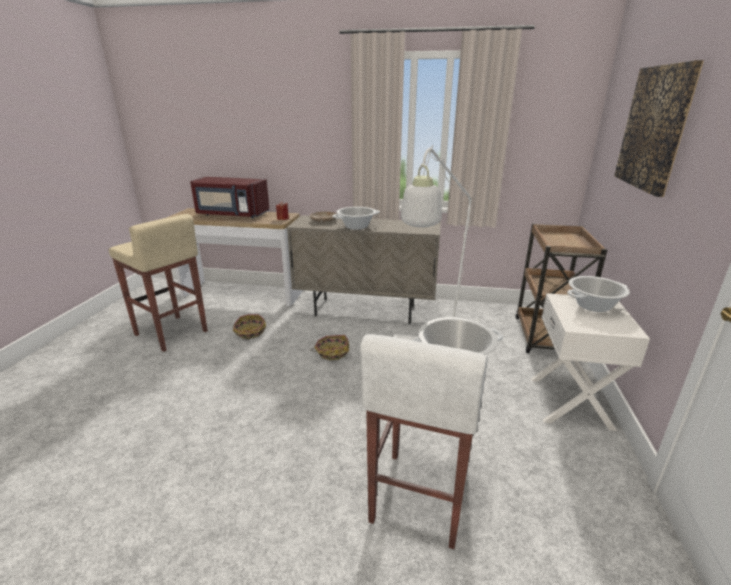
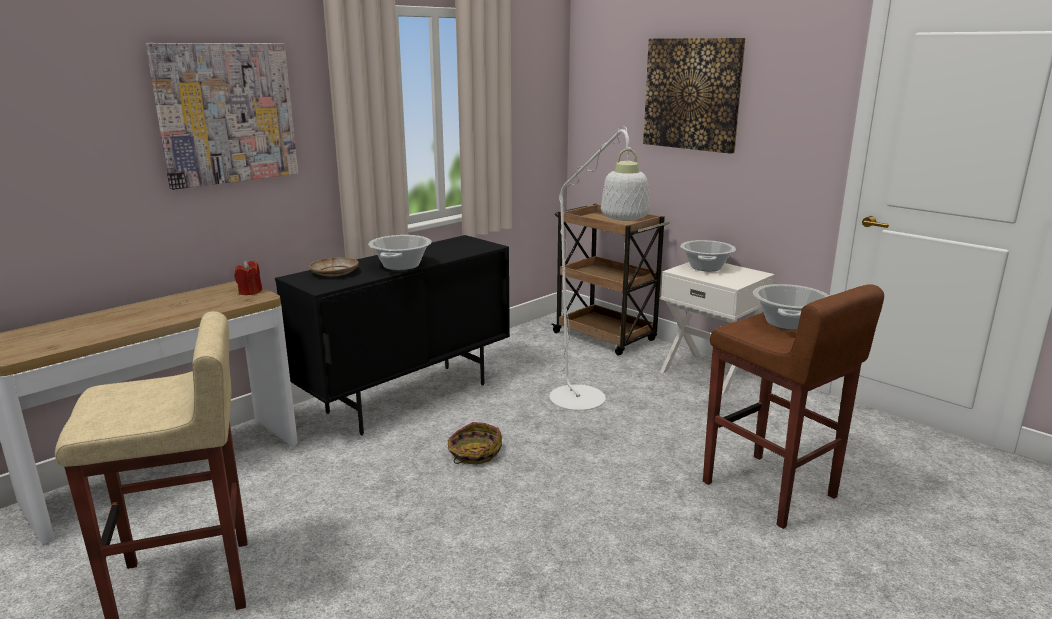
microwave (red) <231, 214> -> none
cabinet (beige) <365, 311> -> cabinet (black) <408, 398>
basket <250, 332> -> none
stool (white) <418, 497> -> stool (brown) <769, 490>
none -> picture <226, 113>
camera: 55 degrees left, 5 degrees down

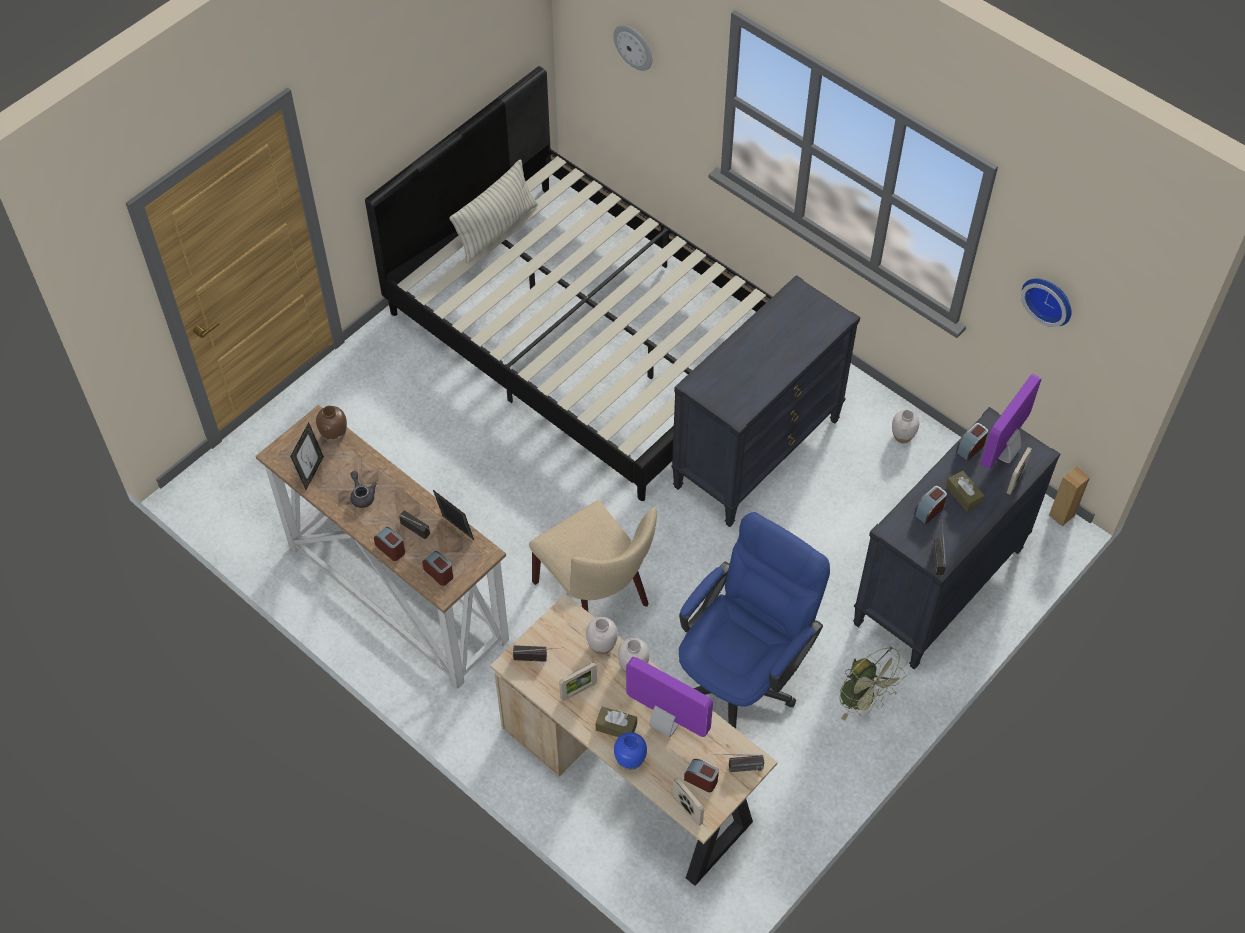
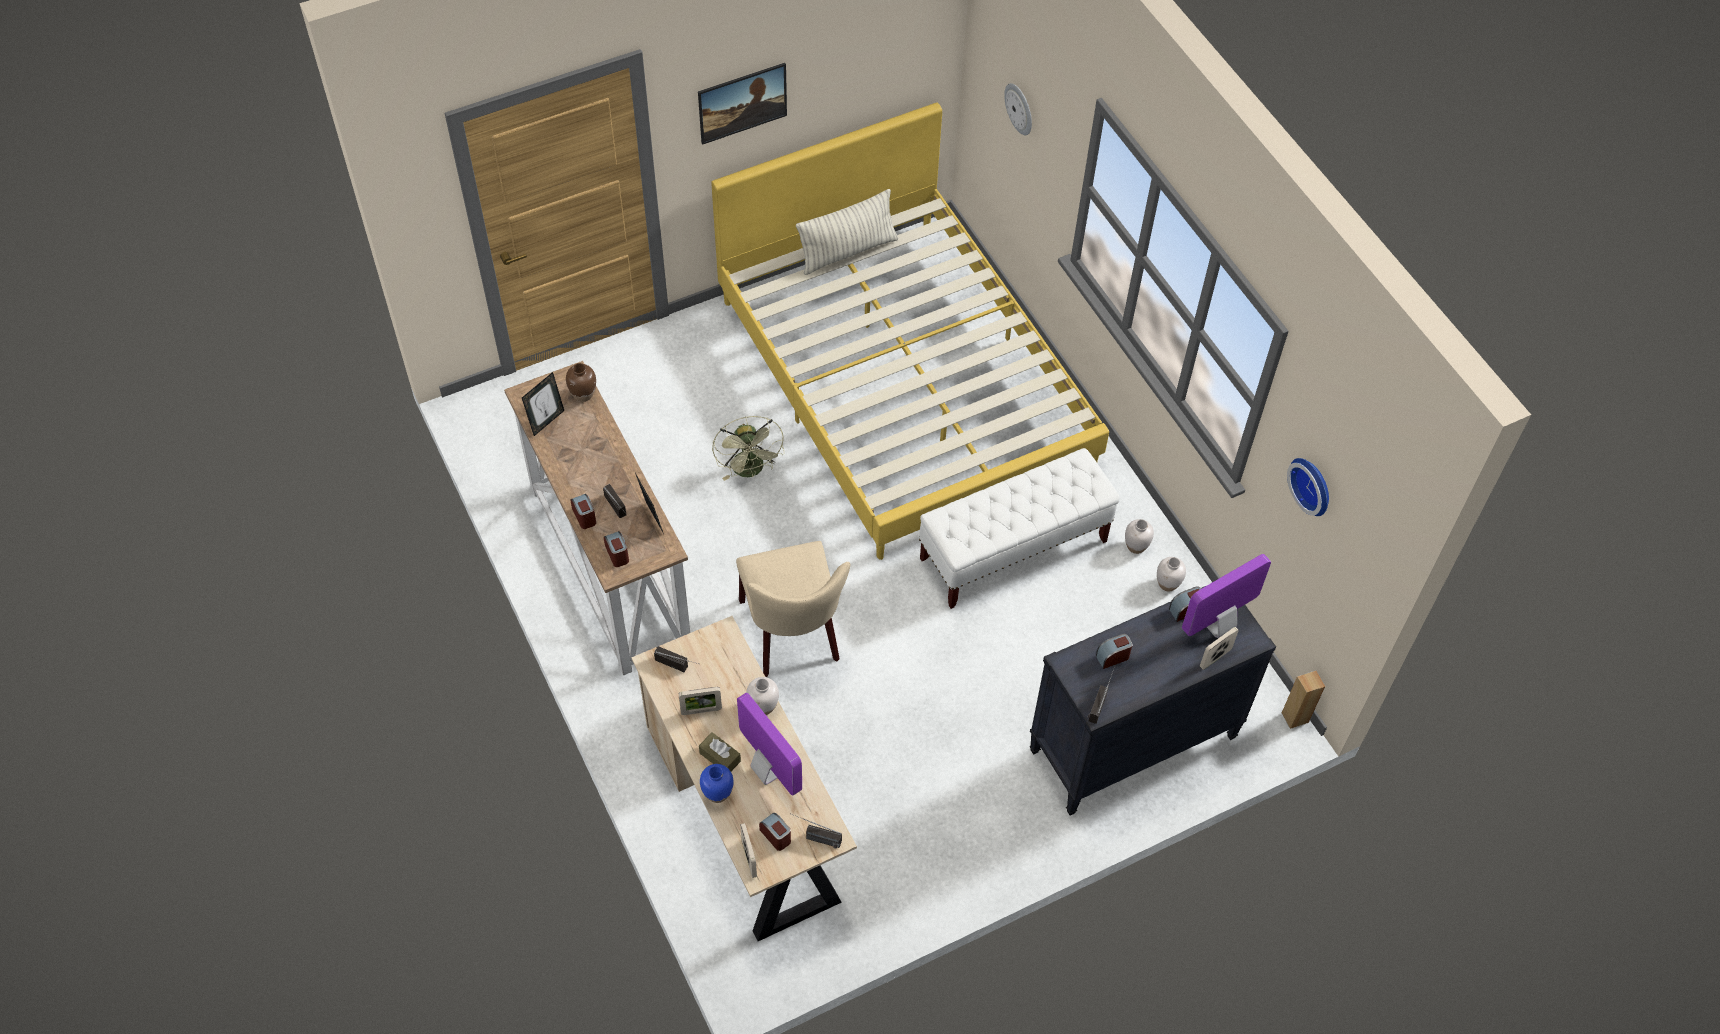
bed (black) <590, 333> -> bed (yellow) <905, 381>
dresser (black) <757, 452> -> bench (white) <1014, 550>
teapot (grey) <362, 495> -> none
tissue box (brown) <963, 495> -> none
office chair (blue) <742, 677> -> none
vase (white) <602, 646> -> vase (white) <1136, 546>, relocated
fan (green) <863, 700> -> fan (green) <750, 471>, relocated
none -> picture <743, 115>
camera: 20 degrees right, 0 degrees up

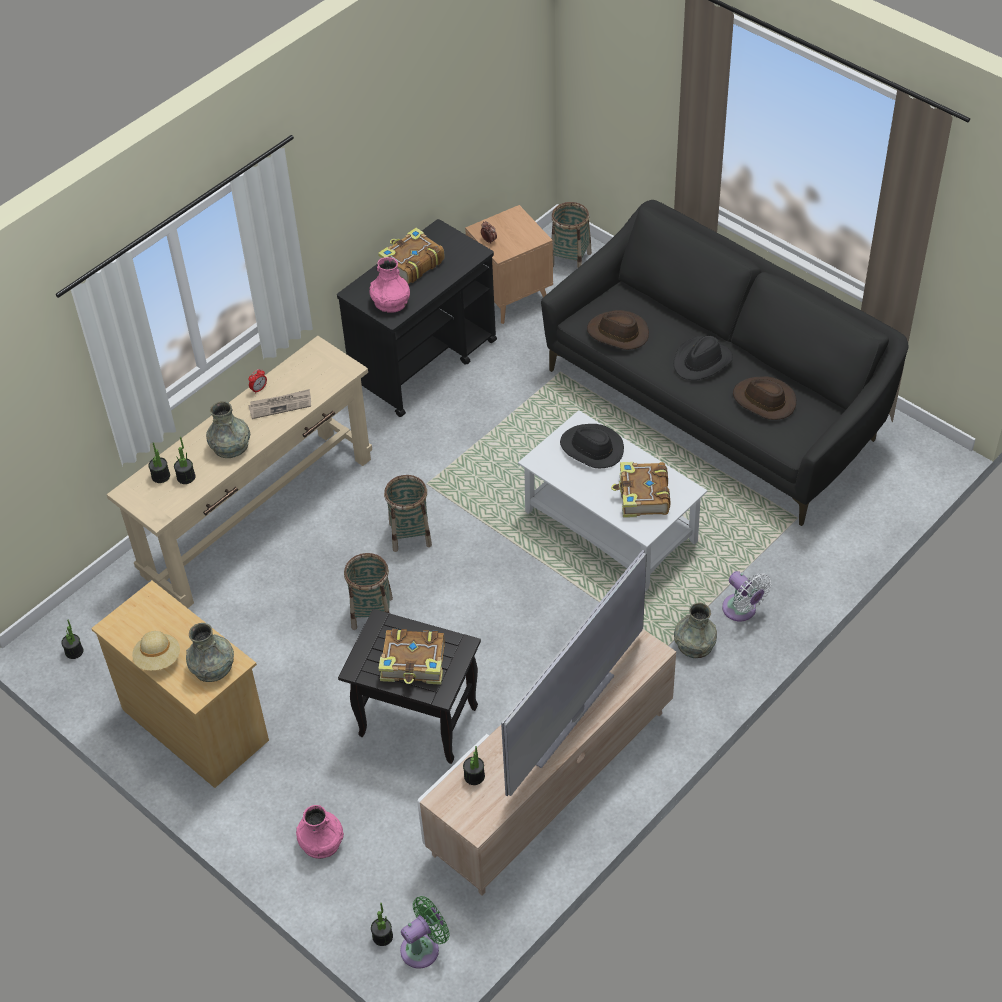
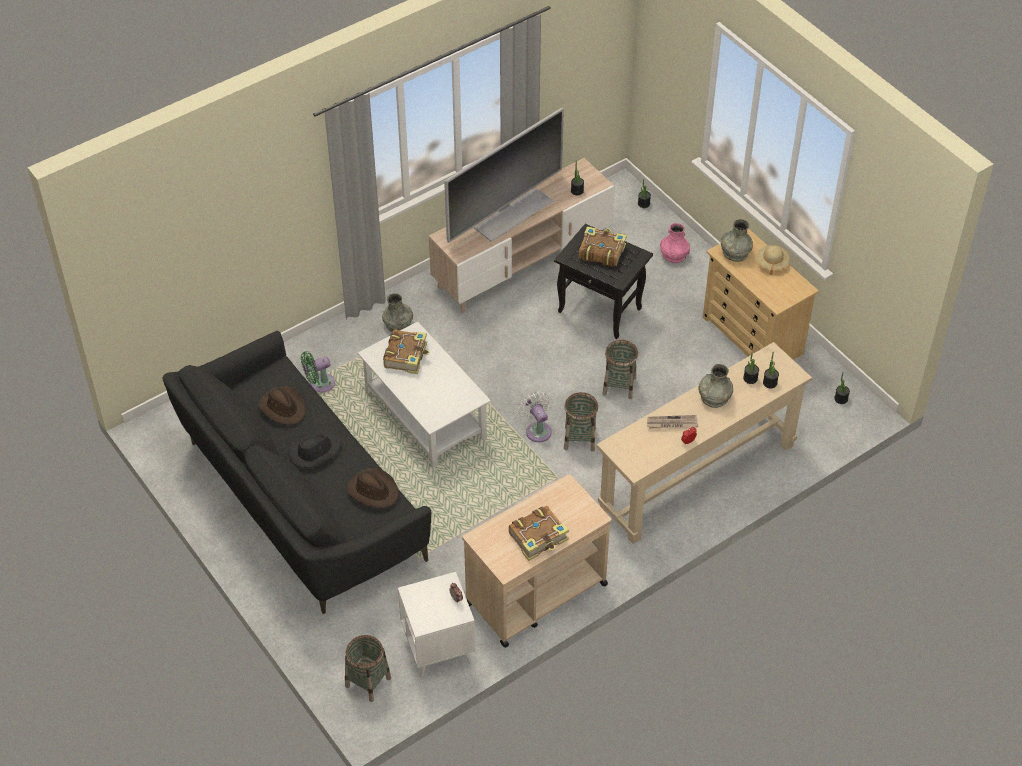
side table (brown) <511, 297> -> side table (white) <438, 648>
cart (black) <424, 362> -> cart (beige) <535, 594>
vase (pink) <391, 302> -> none
hat (black) <591, 449> -> none
fan (white) <742, 610> -> fan (white) <537, 430>, relocated
fan (green) <423, 948> -> fan (green) <319, 384>, relocated
camera: 170 degrees left, 0 degrees up

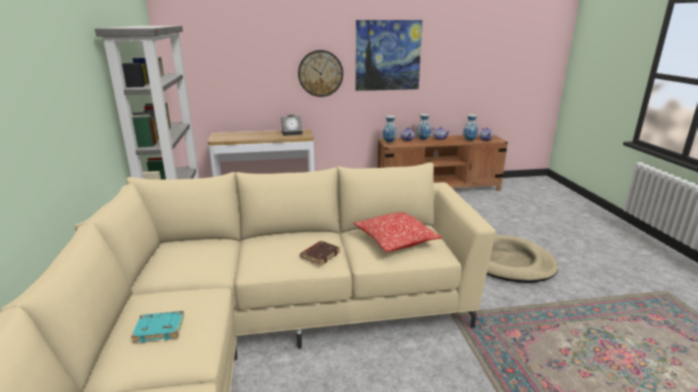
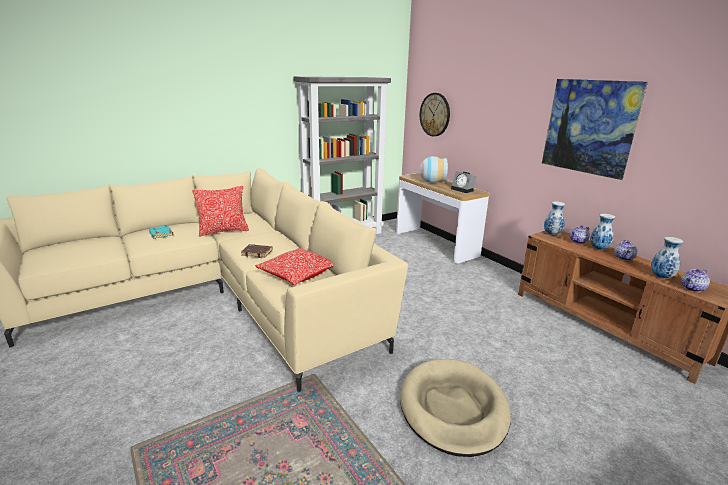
wall clock <320, 73> -> wall clock <435, 114>, relocated
none -> vase <432, 182>
none -> pillow <223, 231>
camera: 65 degrees right, 0 degrees up

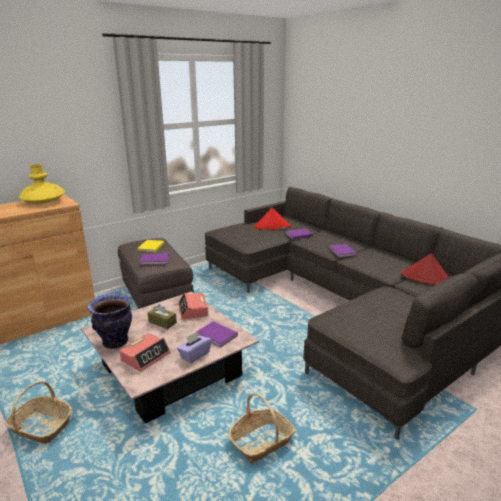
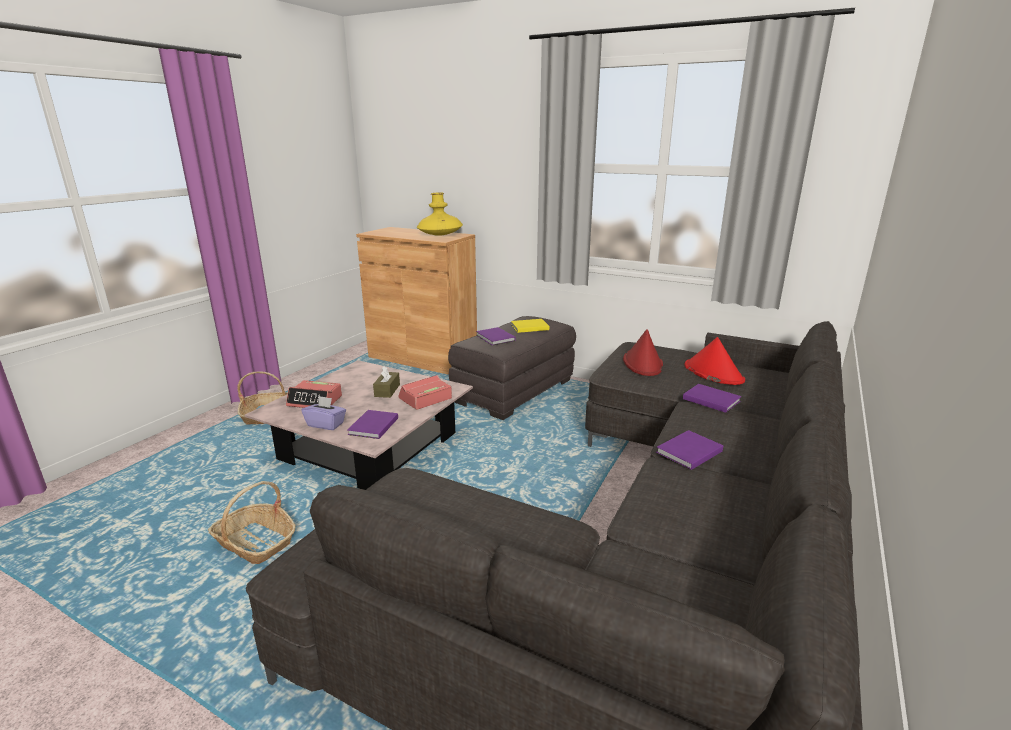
hat (red) <426, 278> -> hat (red) <643, 363>, relocated
vase <115, 342> -> none
camera: 65 degrees right, 0 degrees up

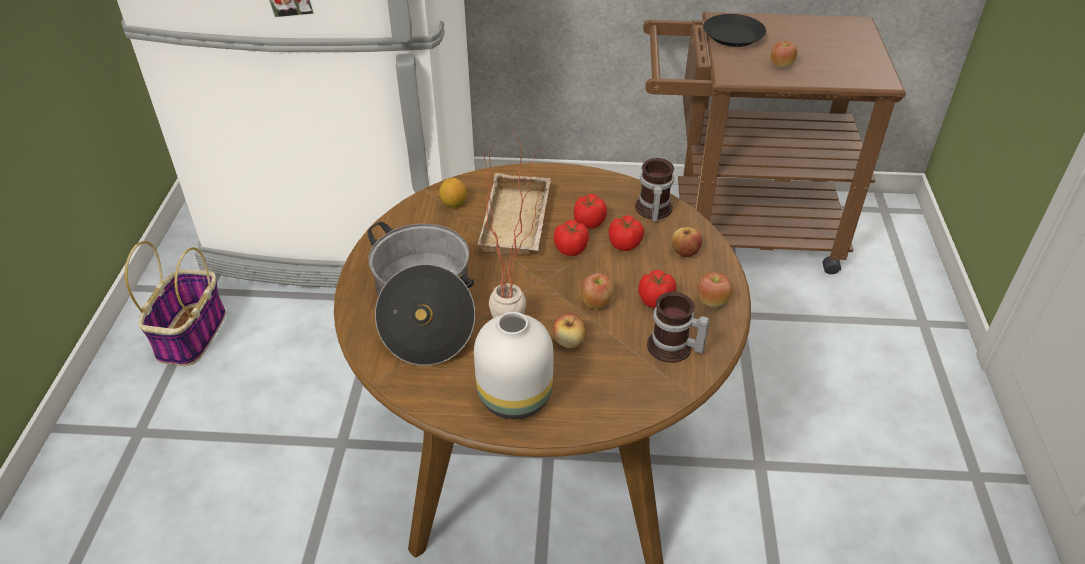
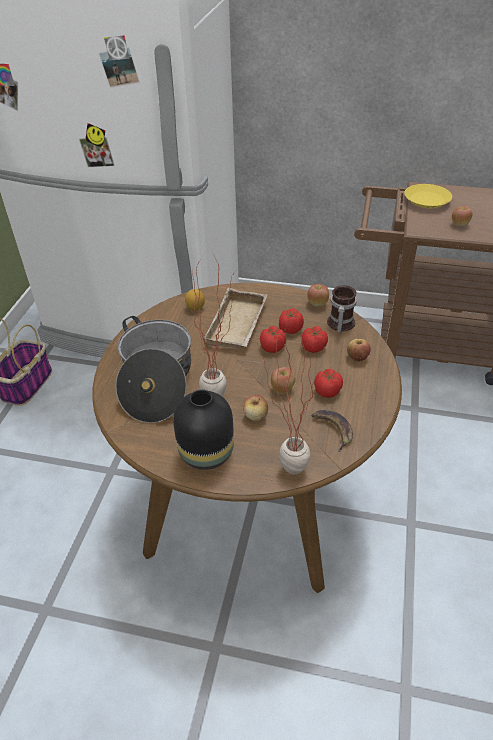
plate (black) <733, 35> -> plate (yellow) <427, 200>
apple <712, 302> -> apple <317, 304>, relocated
mug <673, 349> -> banana <332, 430>
vase (white) <513, 396> -> vase (black) <205, 452>
none -> potted plant <284, 466>
camera: 10 degrees right, 0 degrees up

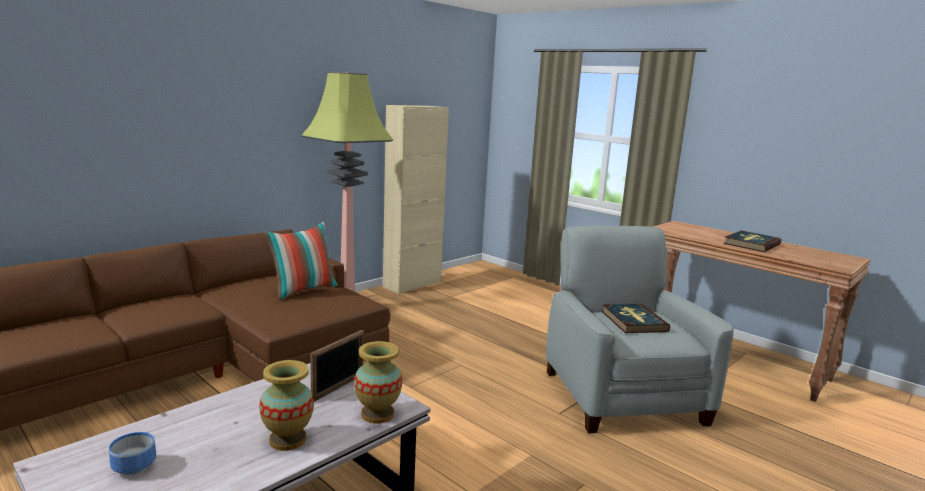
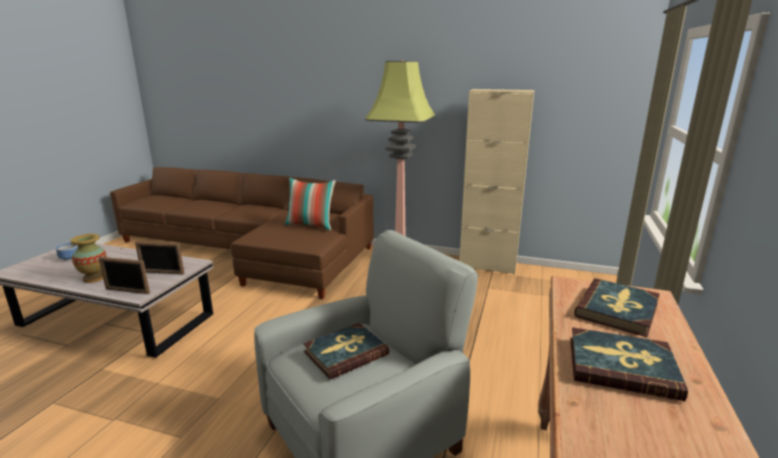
vase <377, 414> -> picture frame <127, 291>
none -> book <617, 310>
camera: 65 degrees right, 5 degrees up

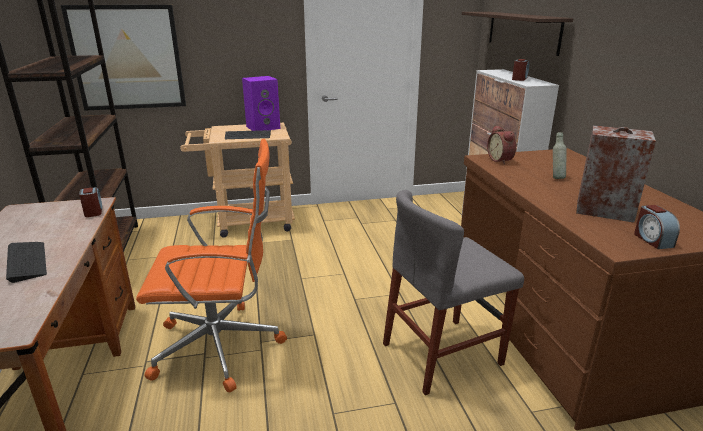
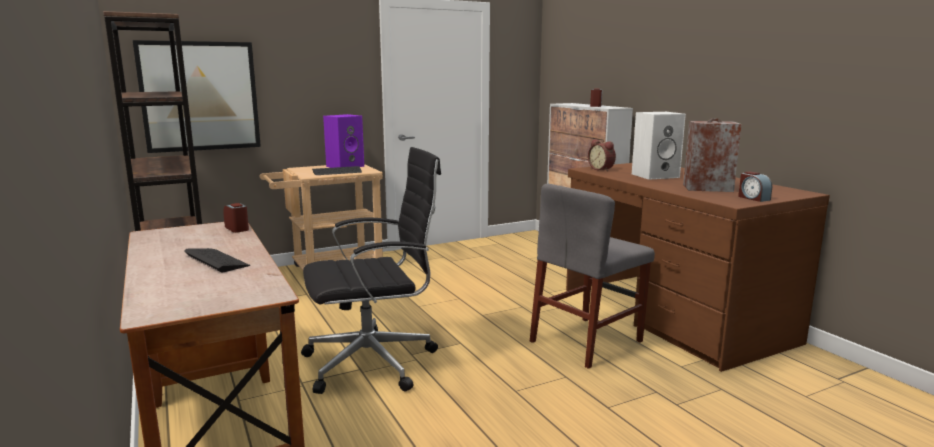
shelf <522, 31> -> none
bottle (grey) <556, 178> -> speaker (white) <655, 175>
office chair (orange) <222, 346> -> office chair (black) <374, 362>
camera: 15 degrees left, 10 degrees down

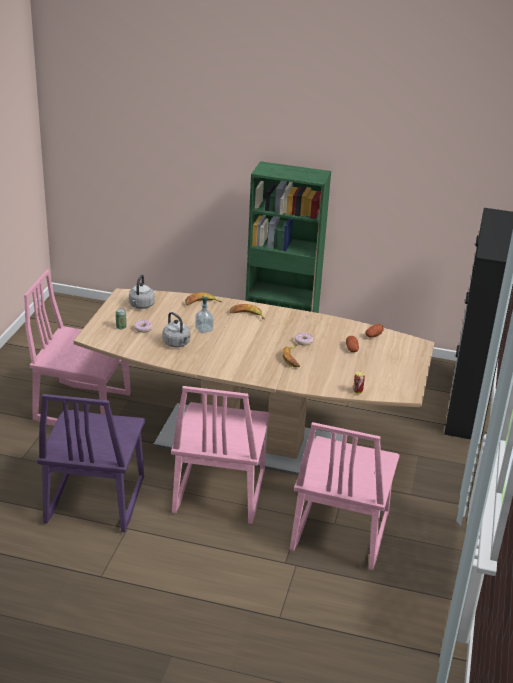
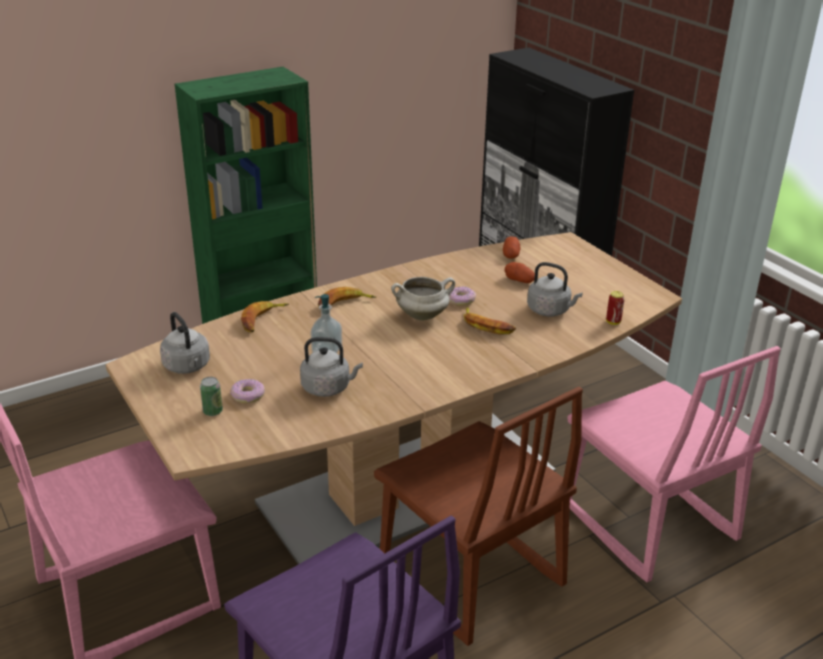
chair (pink) <218, 492> -> chair (brown) <469, 575>
none -> kettle (grey) <550, 310>
none -> cooking pot (white) <422, 315>
camera: 45 degrees left, 0 degrees up

